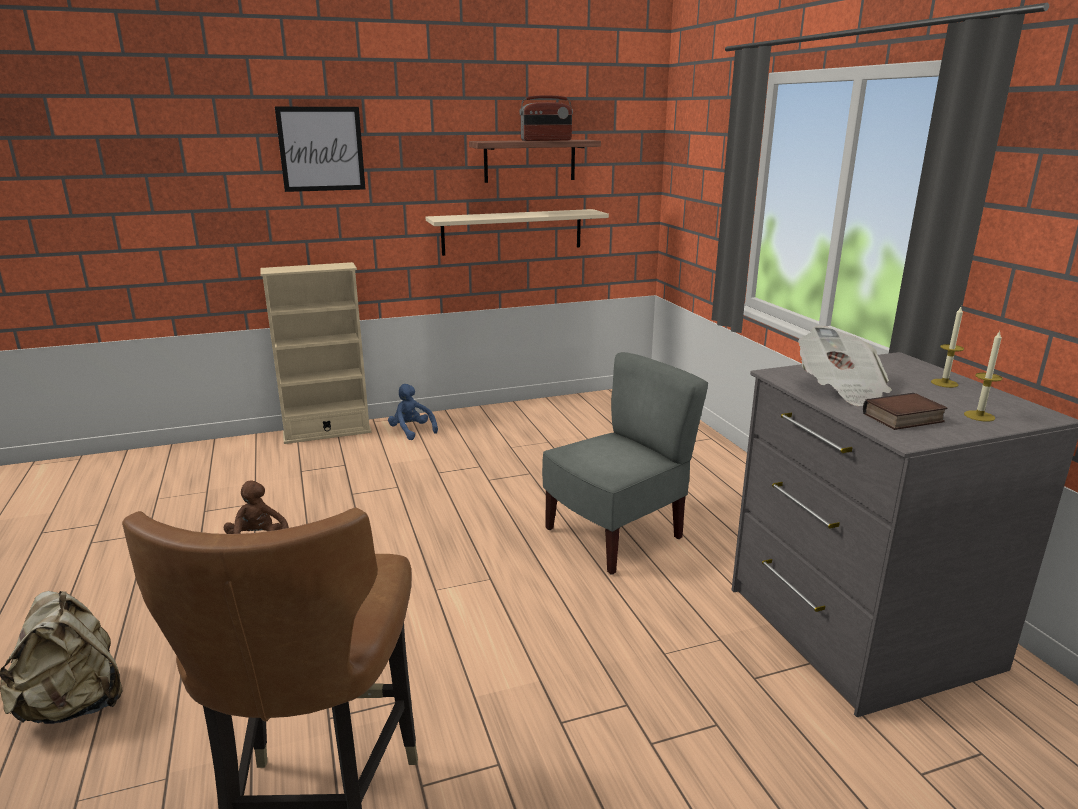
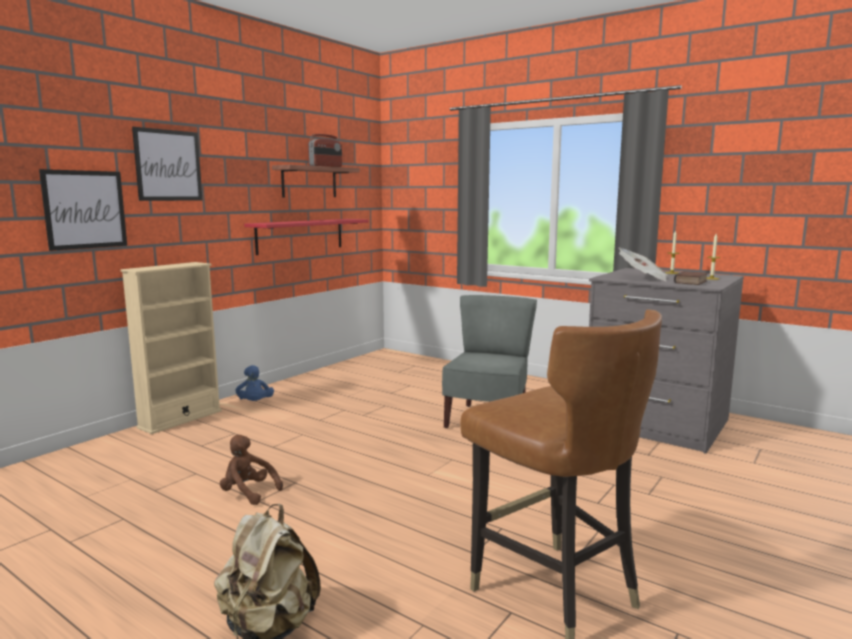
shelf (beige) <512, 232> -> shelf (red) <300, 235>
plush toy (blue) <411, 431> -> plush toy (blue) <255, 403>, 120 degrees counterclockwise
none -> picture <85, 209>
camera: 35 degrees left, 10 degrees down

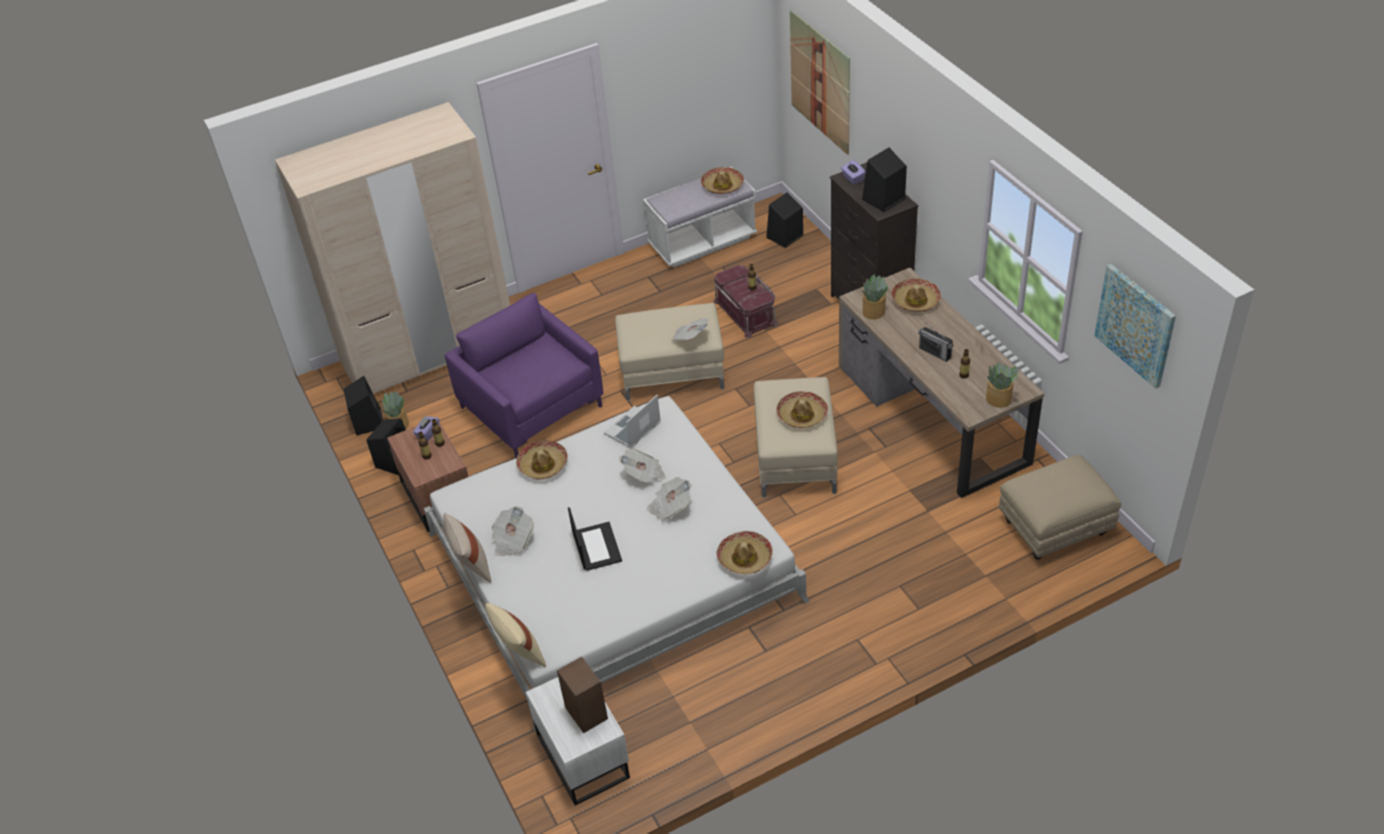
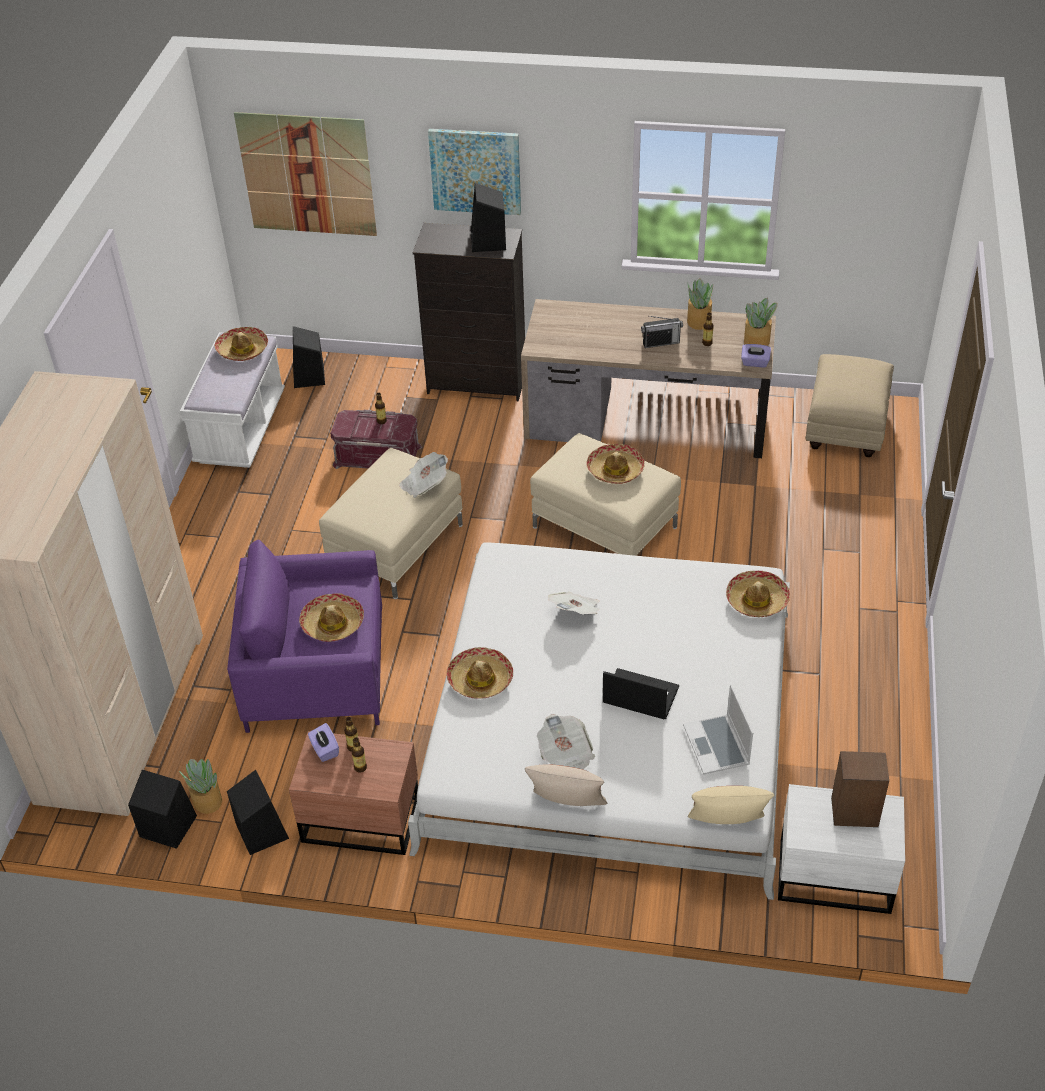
tissue box (purple) <853, 178> -> tissue box (purple) <755, 363>, relocated
picture <1135, 325> -> picture <475, 171>, relocated
potted plant <873, 312> -> potted plant <698, 322>, relocated
hat <915, 300> -> hat <332, 624>, relocated
laptop <633, 429> -> laptop <717, 746>, relocated
newspaper <670, 507> -> none
camera: 55 degrees left, 0 degrees up

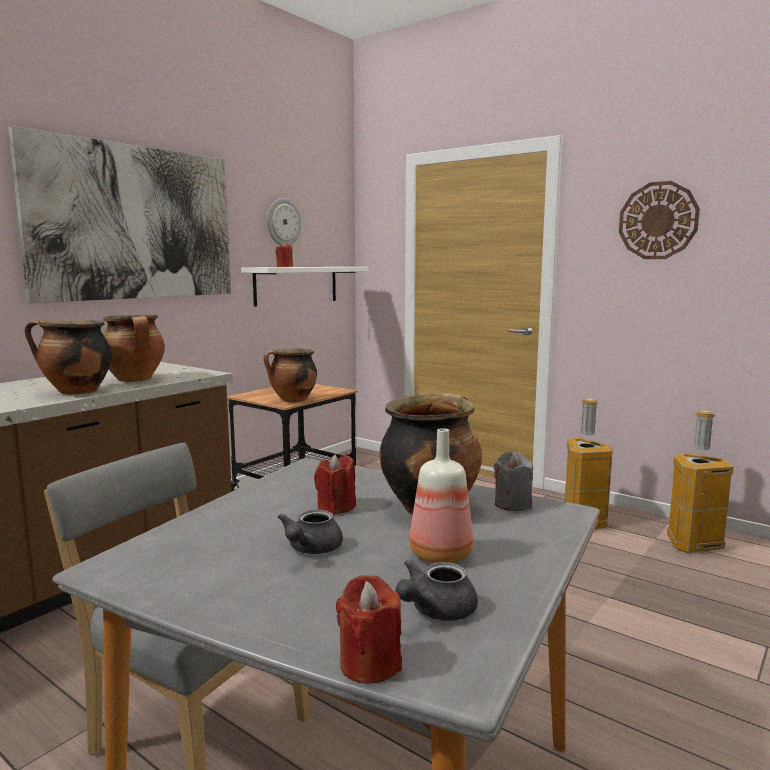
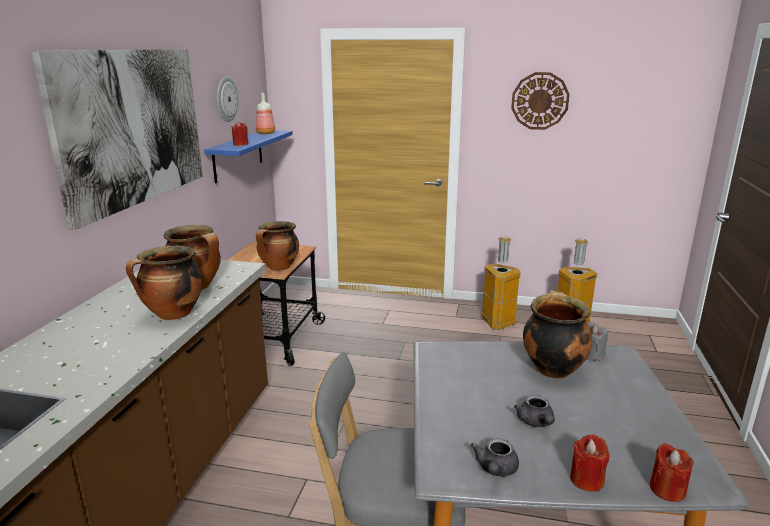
shelf (white) <296, 285> -> shelf (blue) <238, 155>
bottle <439, 554> -> bottle <265, 133>, relocated
candle (red) <336, 507> -> candle (red) <586, 480>, relocated
teapot (grey) <435, 611> -> teapot (grey) <495, 470>, relocated
camera: 25 degrees left, 10 degrees up

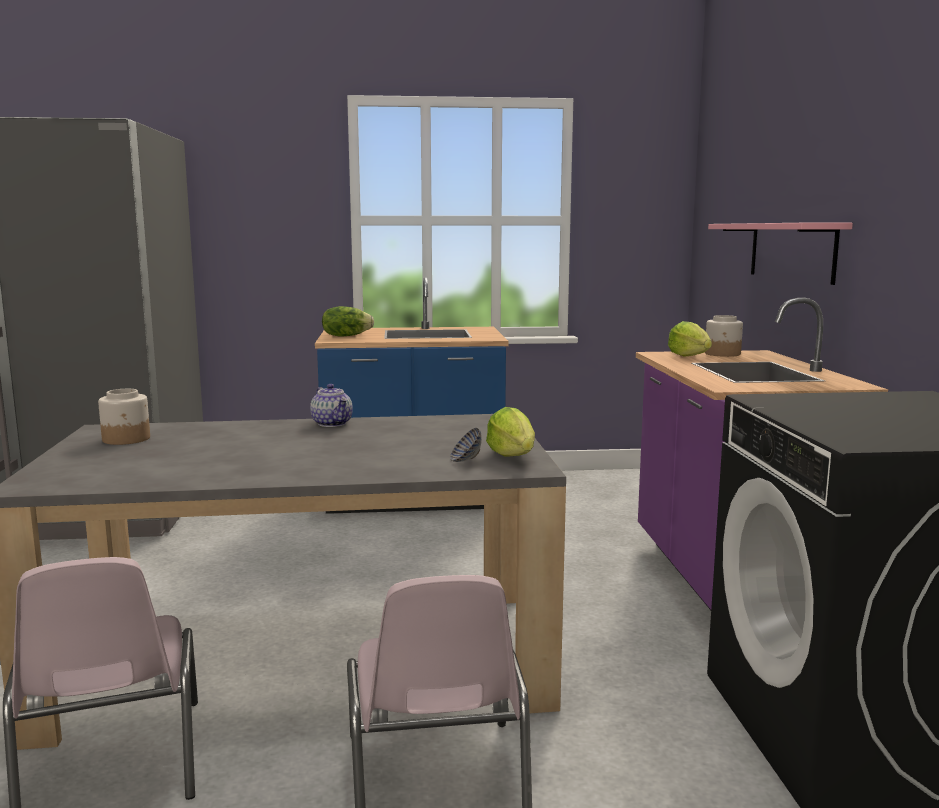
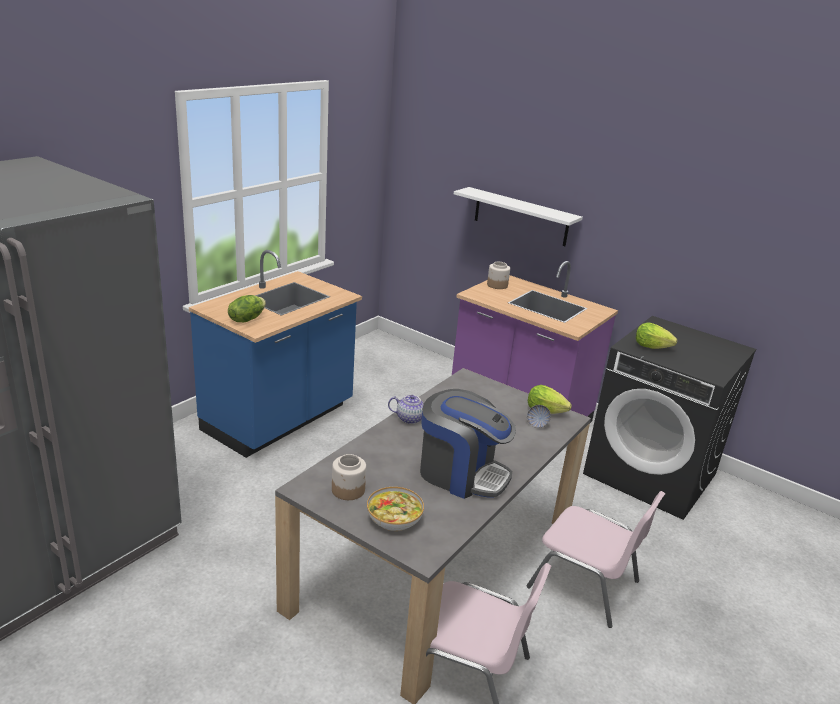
shelf (pink) <791, 251> -> shelf (white) <521, 217>
lettuce <689, 356> -> lettuce <651, 347>, relocated
none -> coffee machine <461, 473>
none -> bowl <394, 518>
camera: 50 degrees left, 15 degrees up

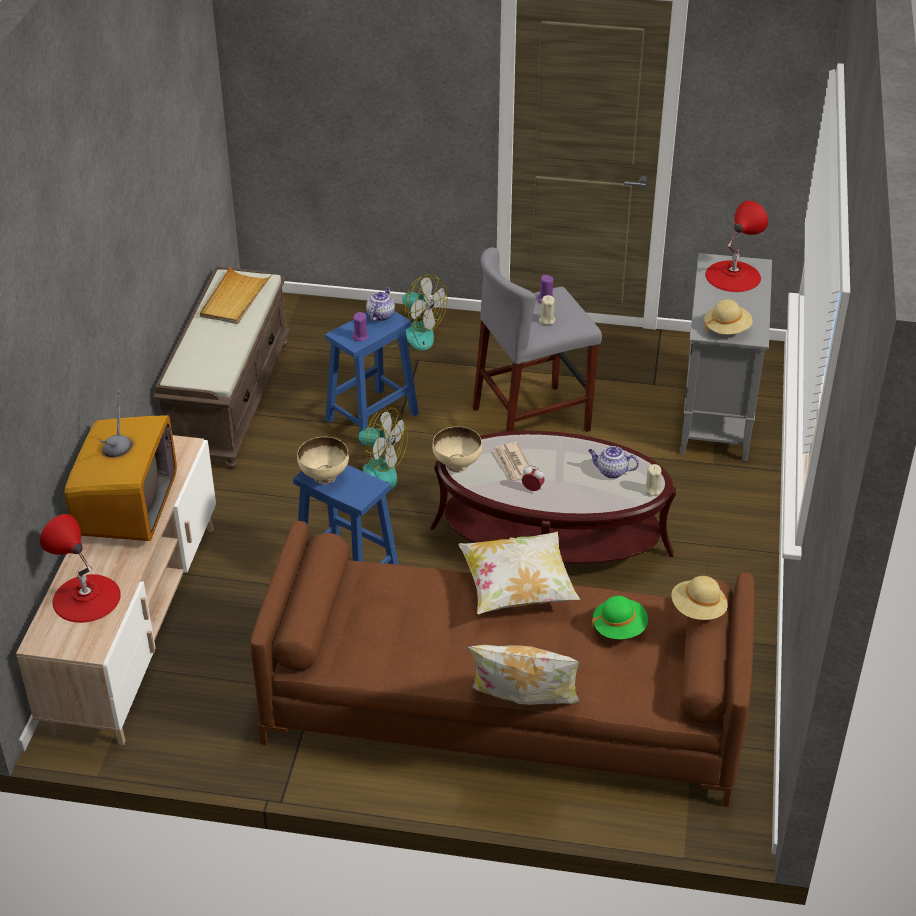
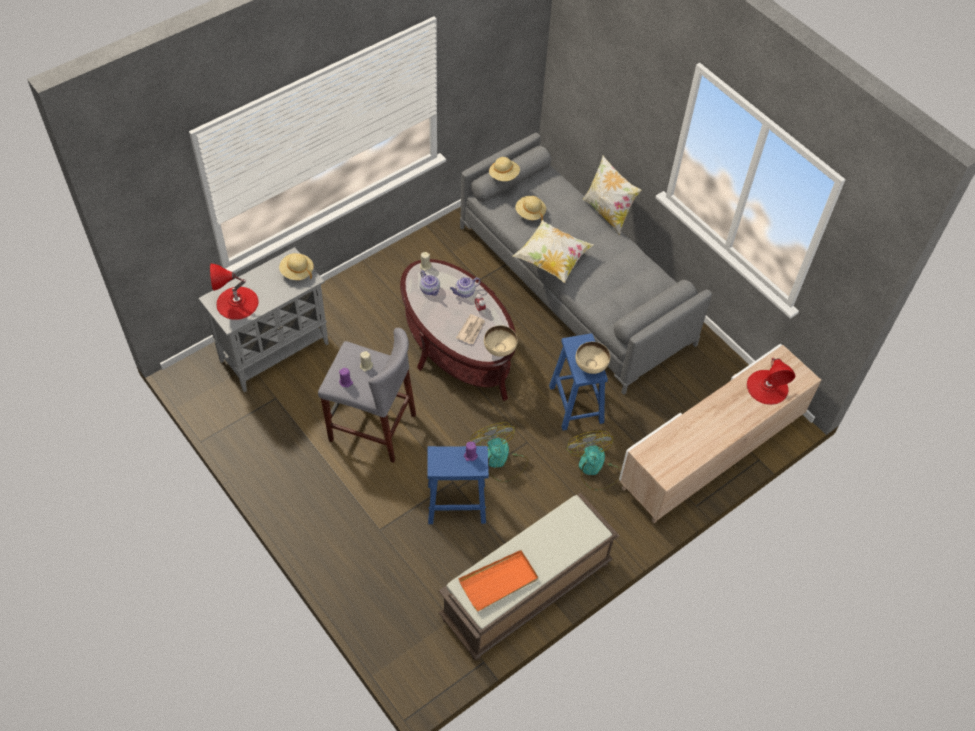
tray (beige) <235, 299> -> tray (orange) <499, 581>
fan <412, 334> -> fan <594, 468>, relocated
teapot <380, 315> -> teapot <464, 292>, relocated
television <127, 509> -> none
sofa (brown) <503, 707> -> sofa (grey) <574, 284>
hat (green) <619, 628> -> hat (beige) <530, 213>
camera: 140 degrees left, 15 degrees up

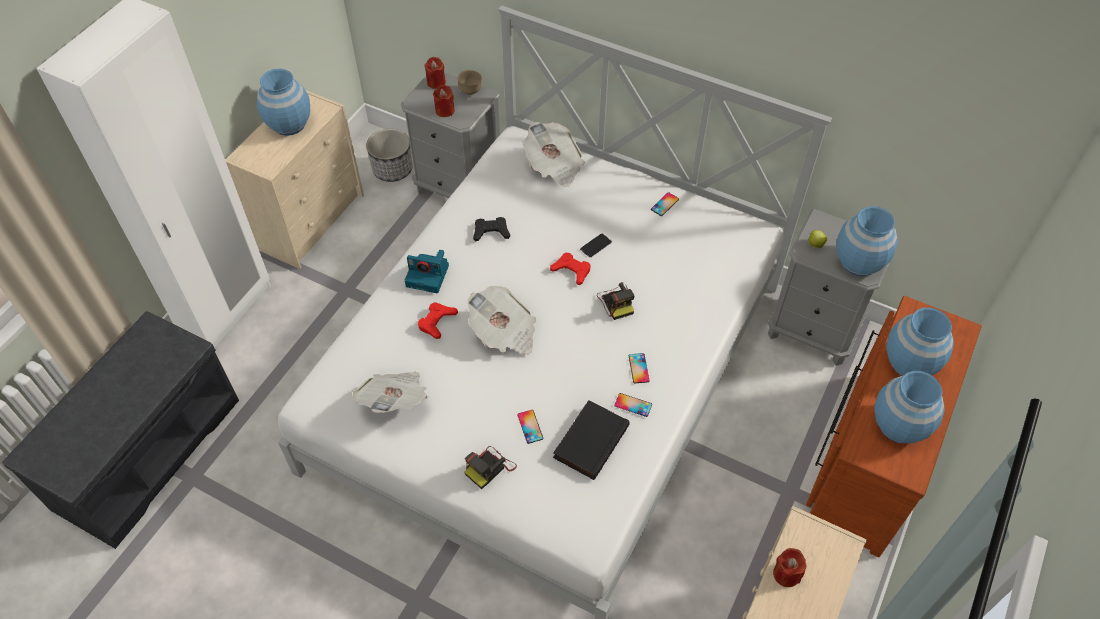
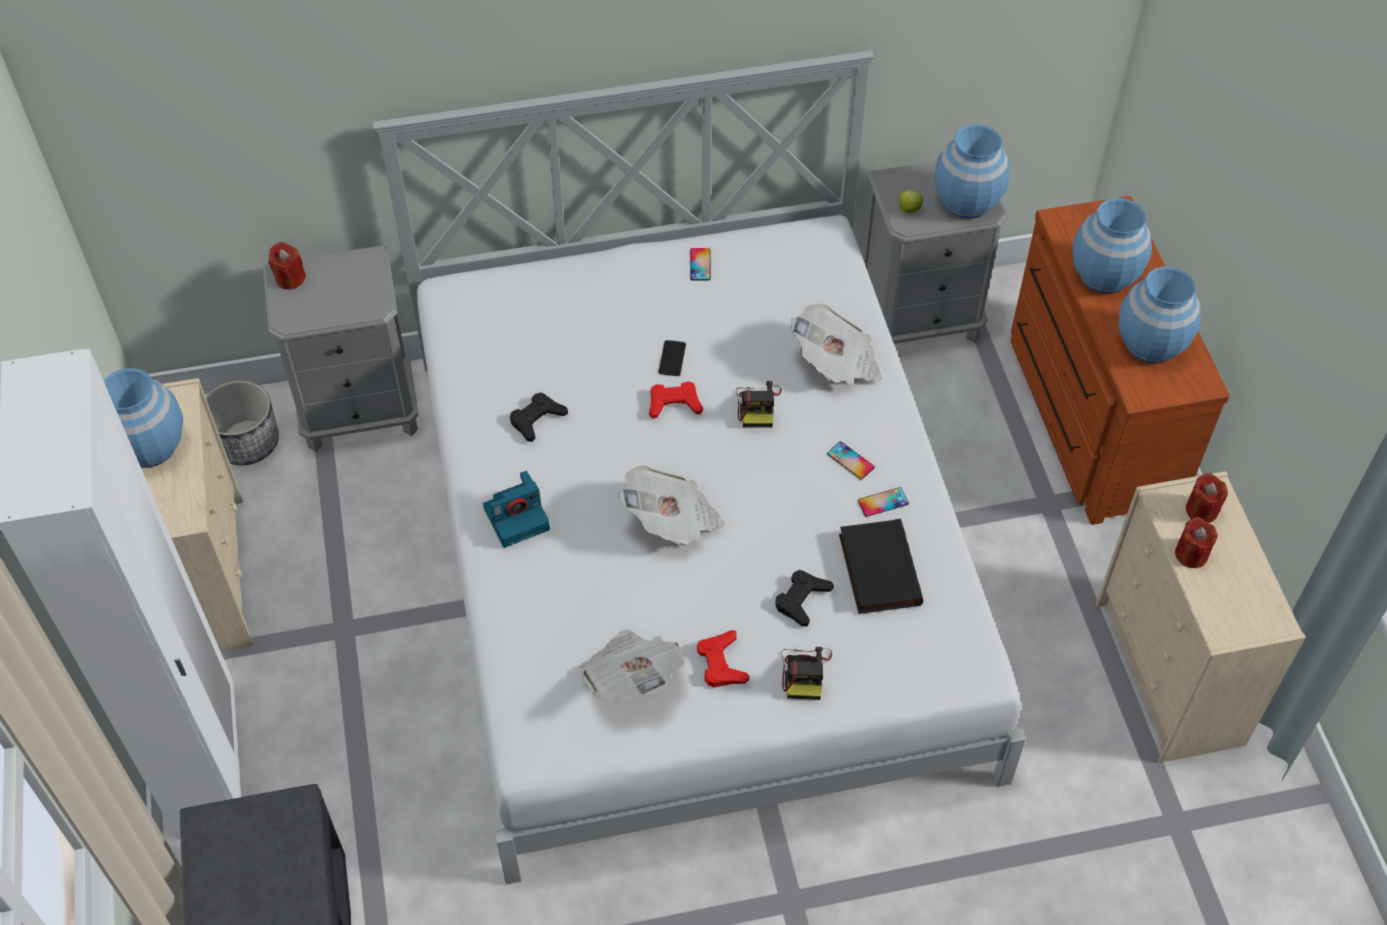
bowl (brown) <470, 91> -> none
candle (red) <445, 110> -> candle (red) <1201, 510>, relocated
newspaper <554, 166> -> newspaper <836, 363>, relocated
photo camera <616, 302> -> photo camera <758, 406>, 60 degrees clockwise
game controller (red) <437, 322> -> game controller (red) <721, 663>, relocated
phone <530, 426> -> game controller (black) <802, 600>
camera: 40 degrees left, 0 degrees up

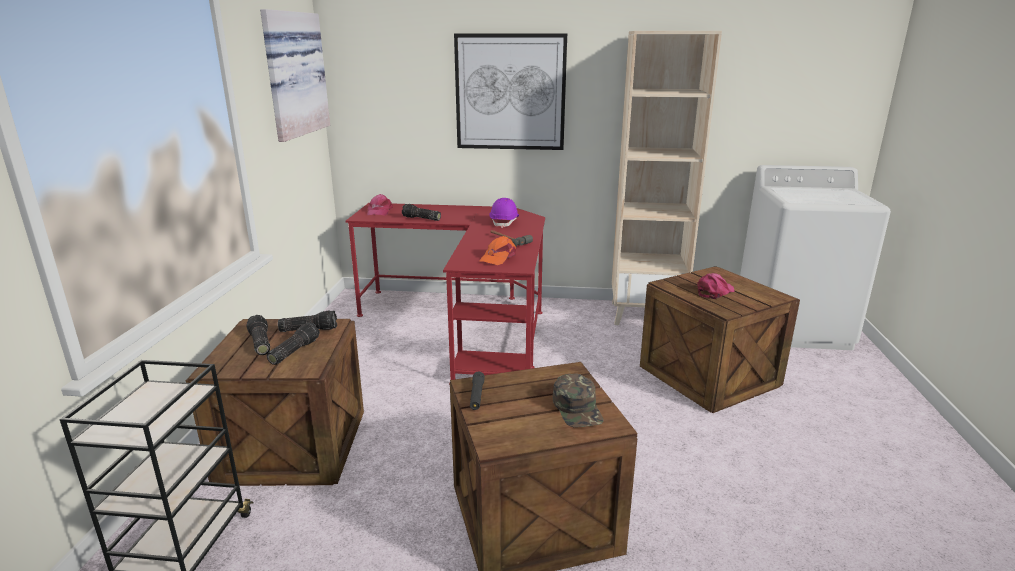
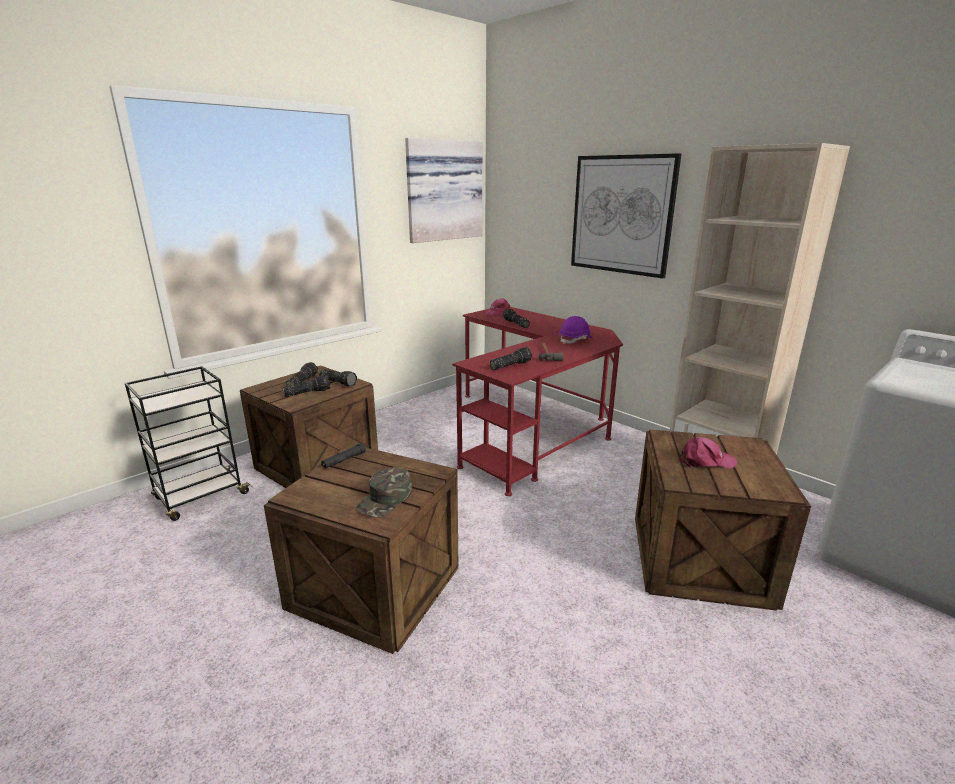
cap (orange) <498, 257> -> flashlight <510, 365>
camera: 40 degrees right, 0 degrees up

